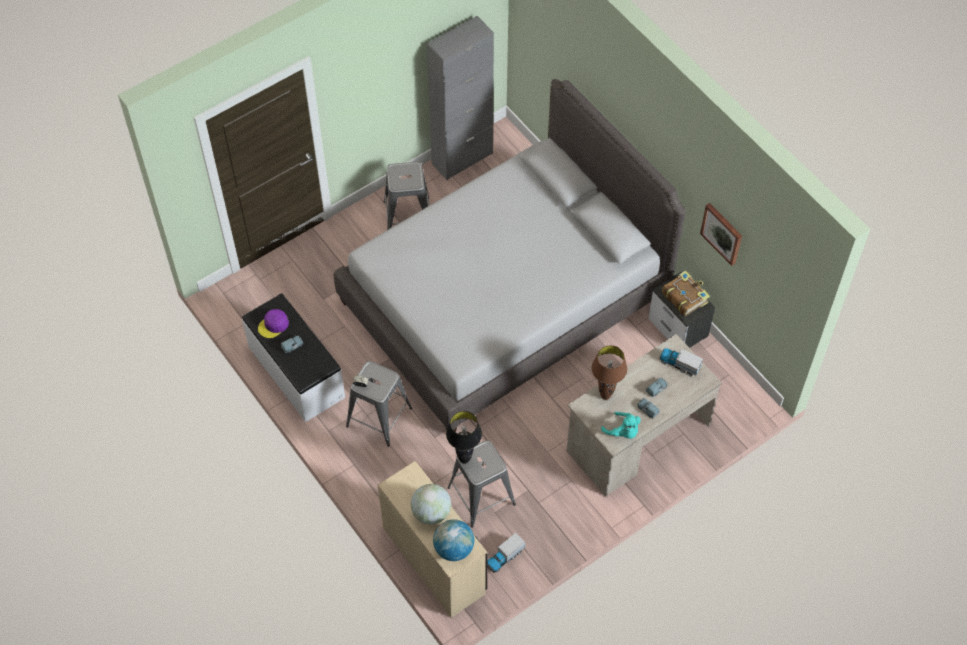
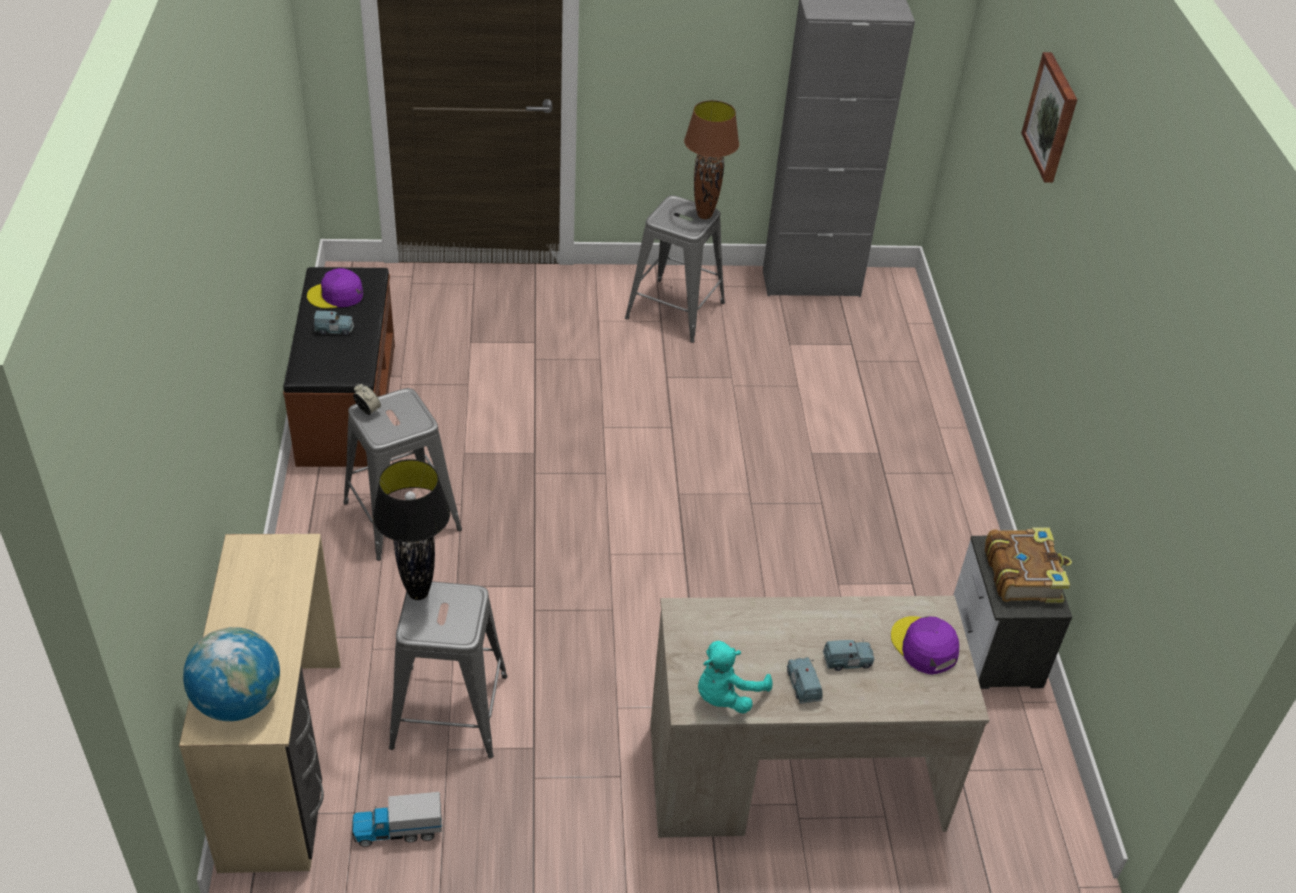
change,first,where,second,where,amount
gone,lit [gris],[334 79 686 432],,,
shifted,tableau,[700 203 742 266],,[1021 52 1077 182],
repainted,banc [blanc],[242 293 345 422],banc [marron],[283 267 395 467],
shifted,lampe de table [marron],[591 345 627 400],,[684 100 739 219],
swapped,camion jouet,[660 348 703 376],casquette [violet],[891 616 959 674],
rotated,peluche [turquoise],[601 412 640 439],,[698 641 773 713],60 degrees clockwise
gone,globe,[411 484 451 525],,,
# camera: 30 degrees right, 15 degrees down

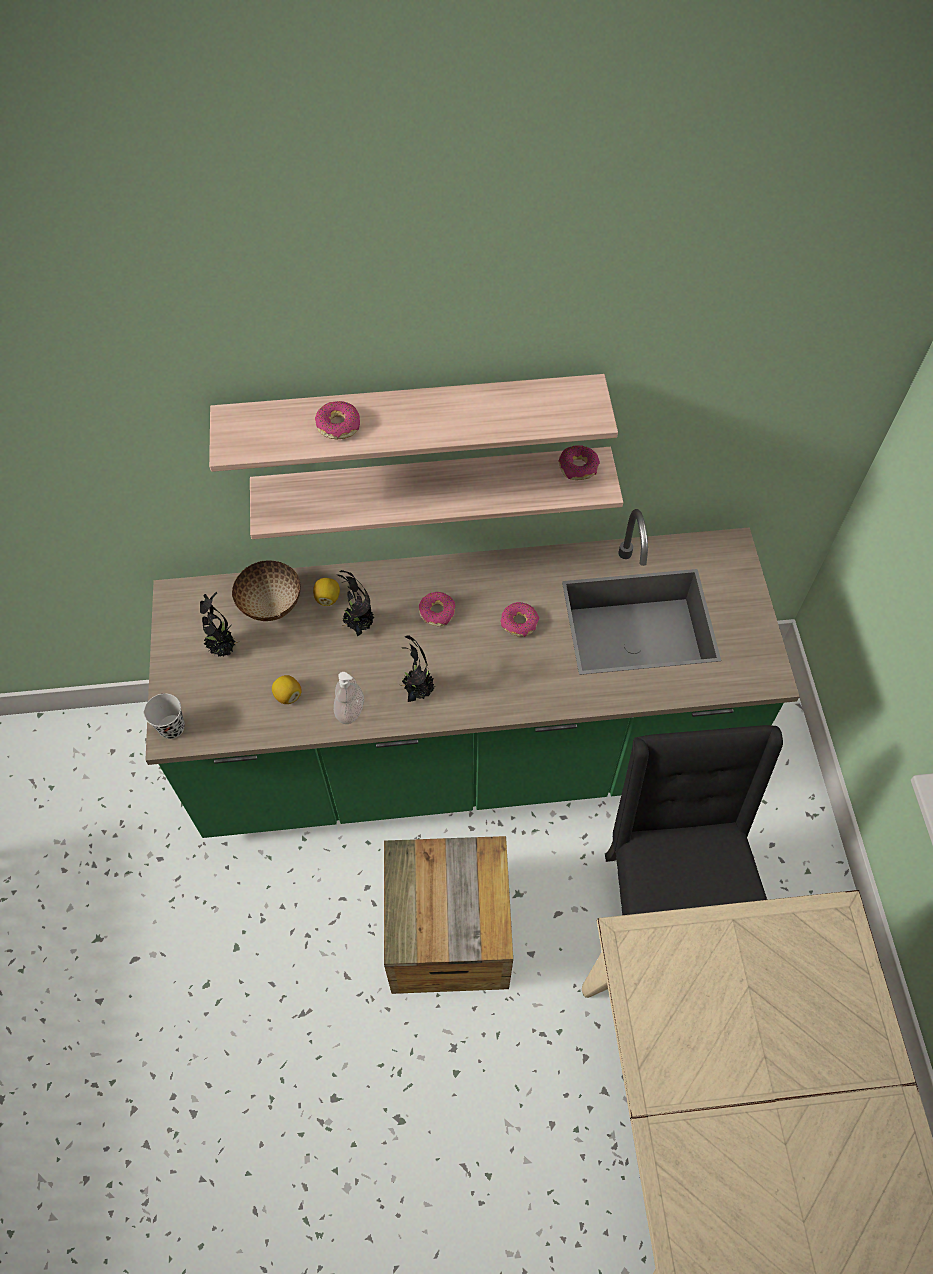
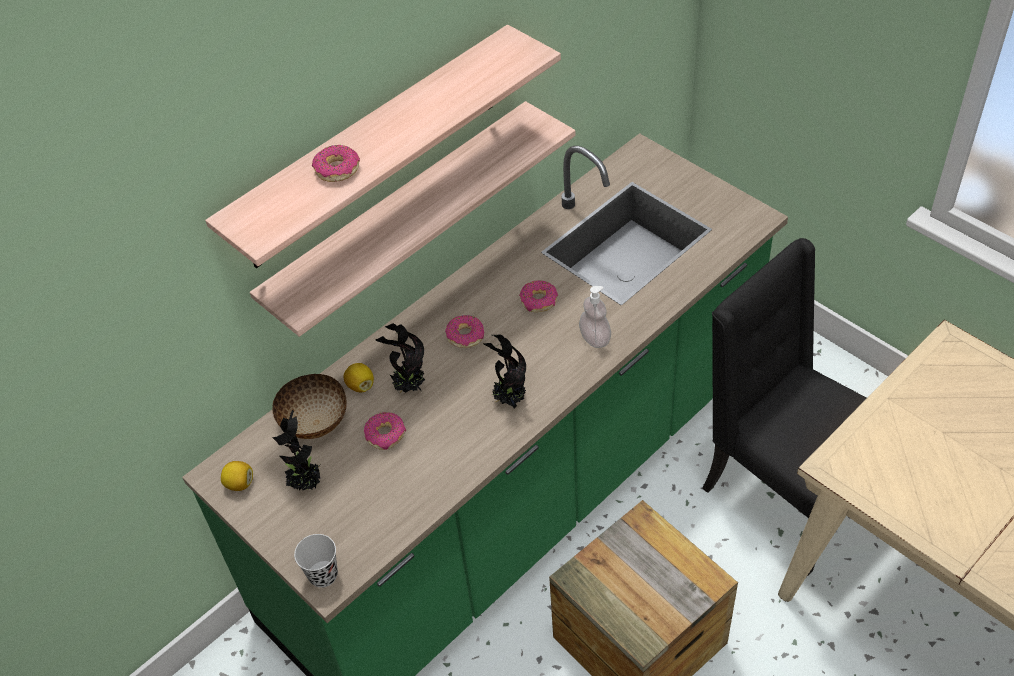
change,first,where,second,where,amount
shifted,beignet,[558 445 600 480],,[364 412 406 450],
shifted,distributeur de savon,[334 672 364 724],,[579 286 611 348],
shifted,citron,[272 675 302 704],,[221 461 253 491],
# camera: 35 degrees left, 10 degrees down

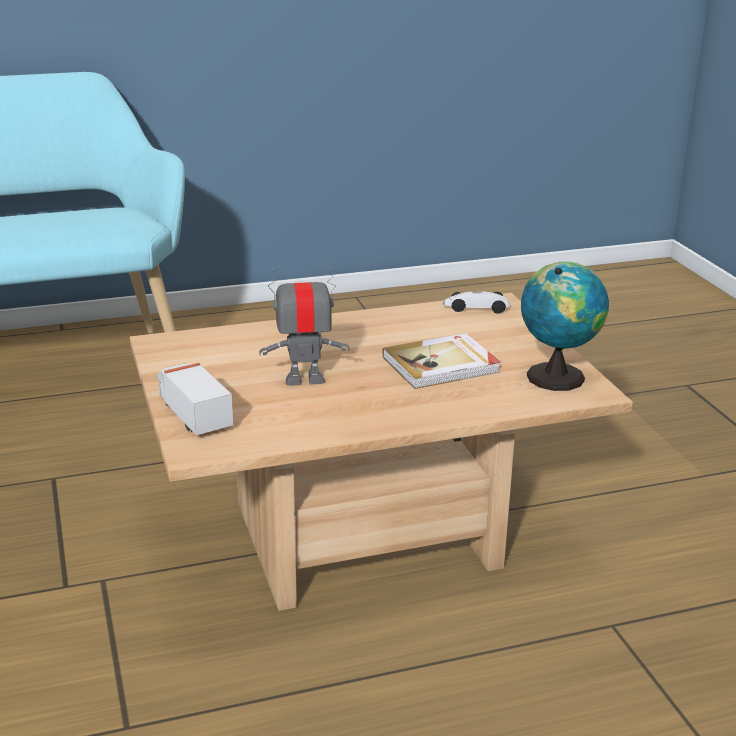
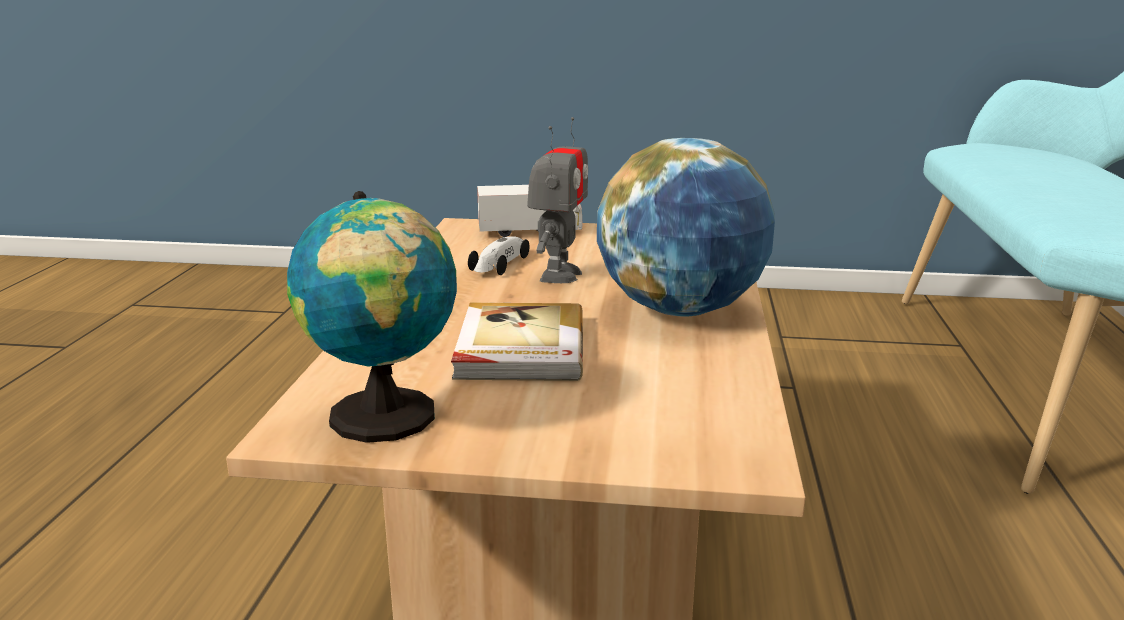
change,first,where,second,where,amount
shifted,petite voiture,[443 291 511 314],,[468 236 530 275],
new,,,globe,[597 138 775 316],
# camera: 115 degrees right, 5 degrees down

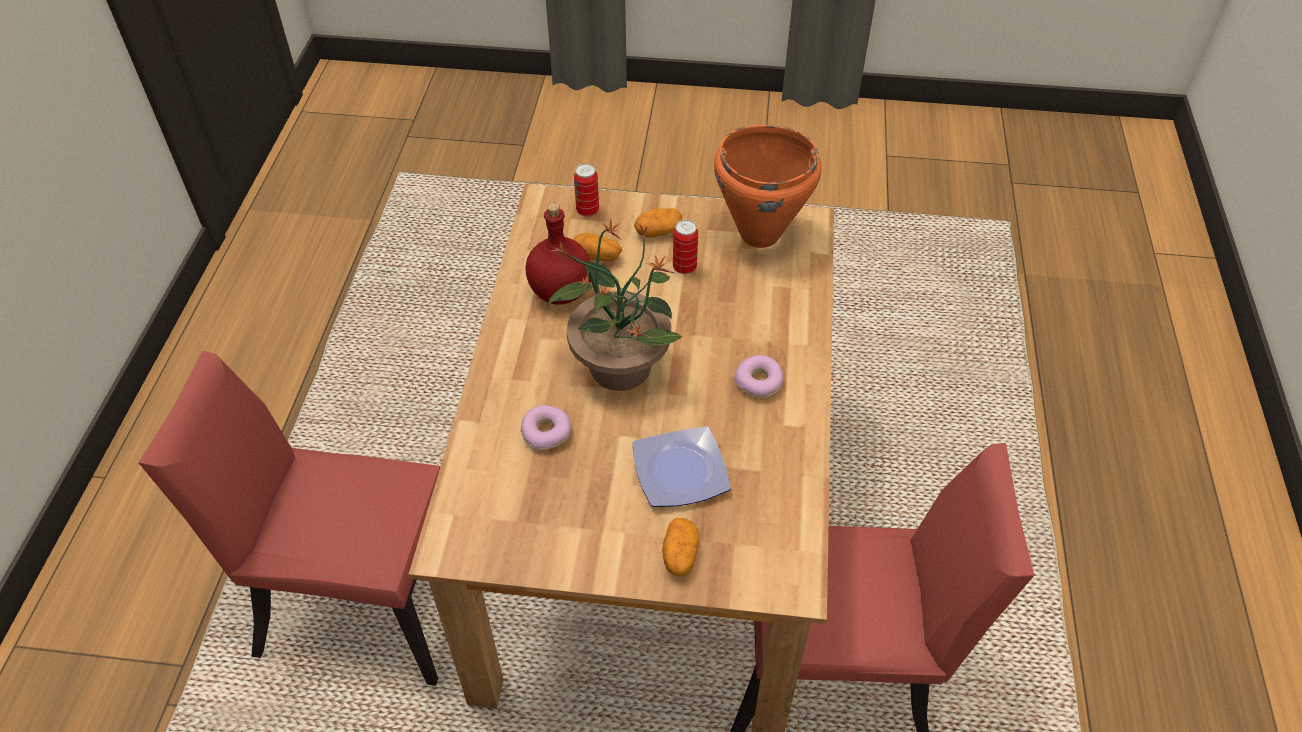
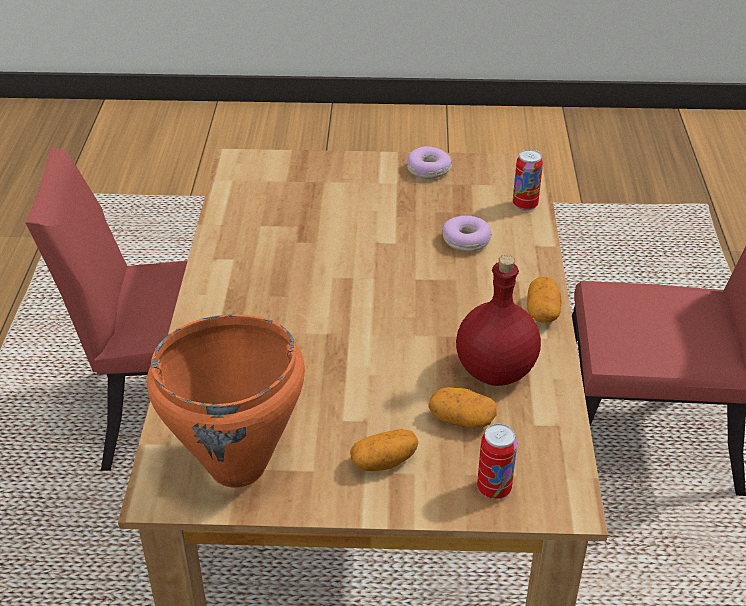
change,first,where,second,where,amount
gone,plante en pot,[548 218 682 391],,,
shifted,boîte métallique,[673 220 698 274],,[513 149 543 211],
shifted,beignet,[734 355 784 398],,[407 146 452 179],
gone,assiette,[632 426 731 507],,,
shifted,pomme de terre,[662 518 699 576],,[527 277 562 323],
# camera: 175 degrees right, 10 degrees down

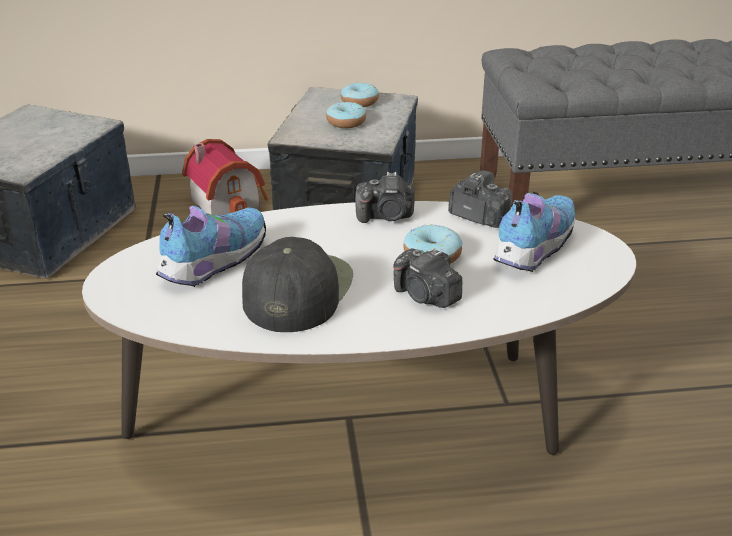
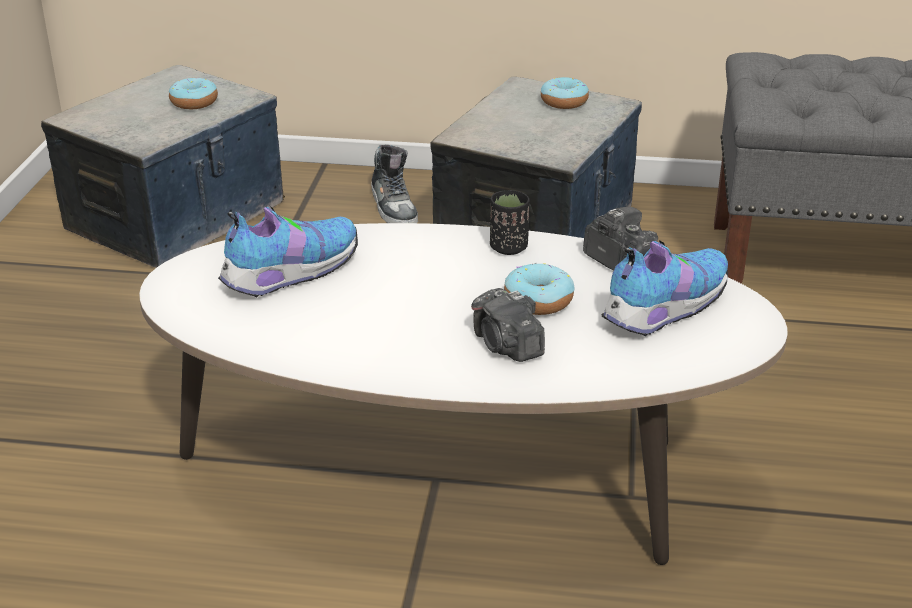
change,first,where,second,where,amount
shifted,beignet,[326 102 366 128],,[169 78 218 109],
swapped,maison miniature,[182 139 268 215],chaussure,[371 145 418 223],
swapped,appareil photo,[355 172 415 223],tasse [noir],[490 190 530 255],
gone,casquette [noir],[242 237 353 332],,,
# camera: 15 degrees right, 0 degrees up

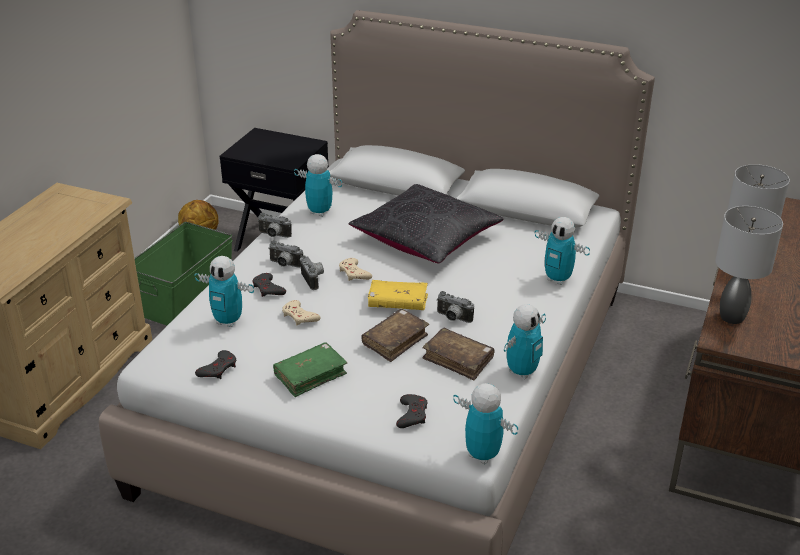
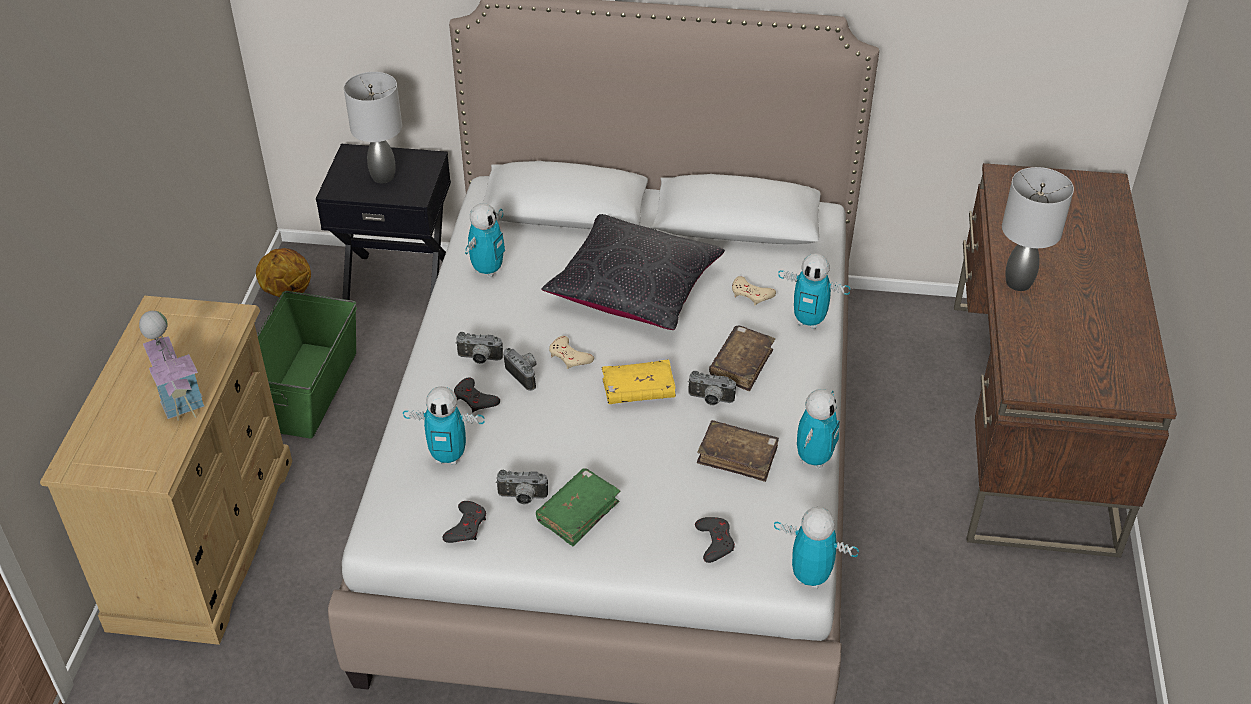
change,first,where,second,where,amount
rotated,robot jouet,[294 154 342 217],,[465 203 505 278],105 degrees clockwise
shifted,lampe de table [gris],[716 206 783 324],,[344 72 402 183],
shifted,appareil photo,[258 213 292 238],,[496 470 548 504],
shifted,manette [beige],[282 300 320 325],,[732 276 776 306],
shifted,livre [marron],[361 309 429 362],,[709 325 775 391],
new,,,maison miniature,[139 311 204 421],
# camera: 15 degrees left, 10 degrees up

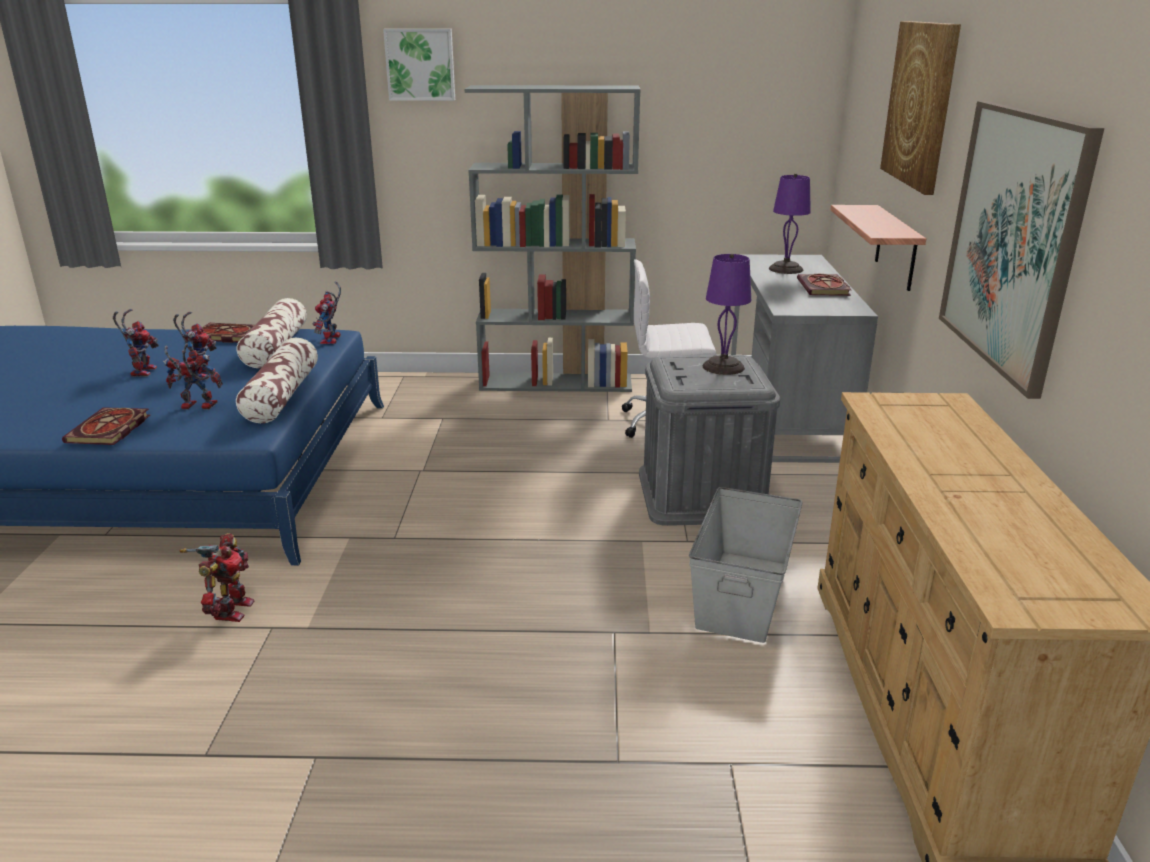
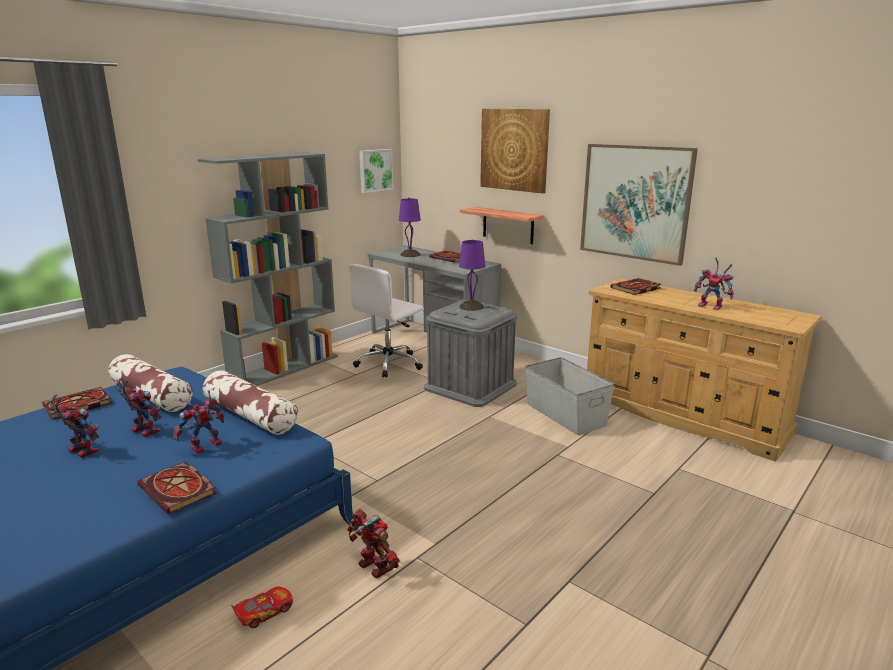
change,first,where,second,where,amount
shifted,tableau,[383 29 455 101],,[359 149 394 193],
shifted,robot jouet,[313 281 341 344],,[694 258 734 310],
new,,,livre,[610 278 661 295],
new,,,petite voiture,[231 586 293 628],
# camera: 50 degrees left, 5 degrees down

